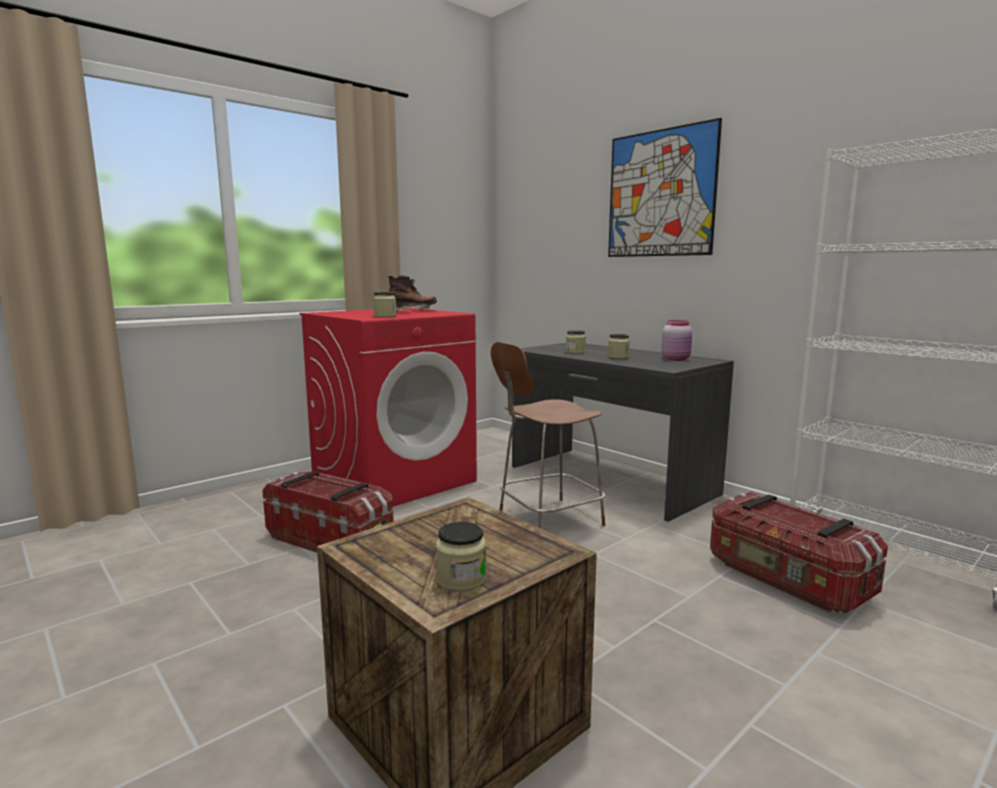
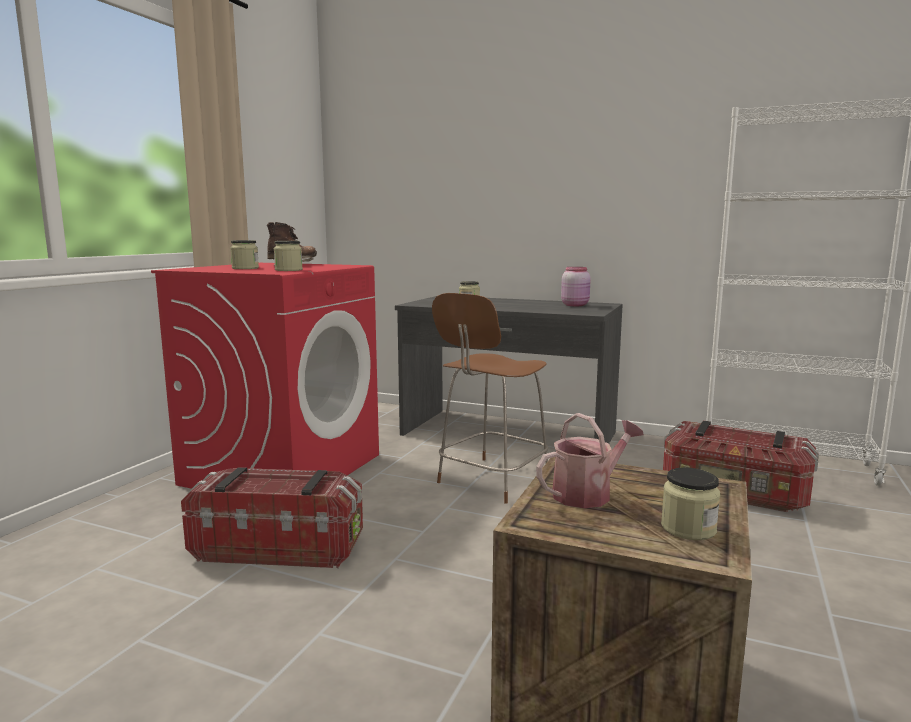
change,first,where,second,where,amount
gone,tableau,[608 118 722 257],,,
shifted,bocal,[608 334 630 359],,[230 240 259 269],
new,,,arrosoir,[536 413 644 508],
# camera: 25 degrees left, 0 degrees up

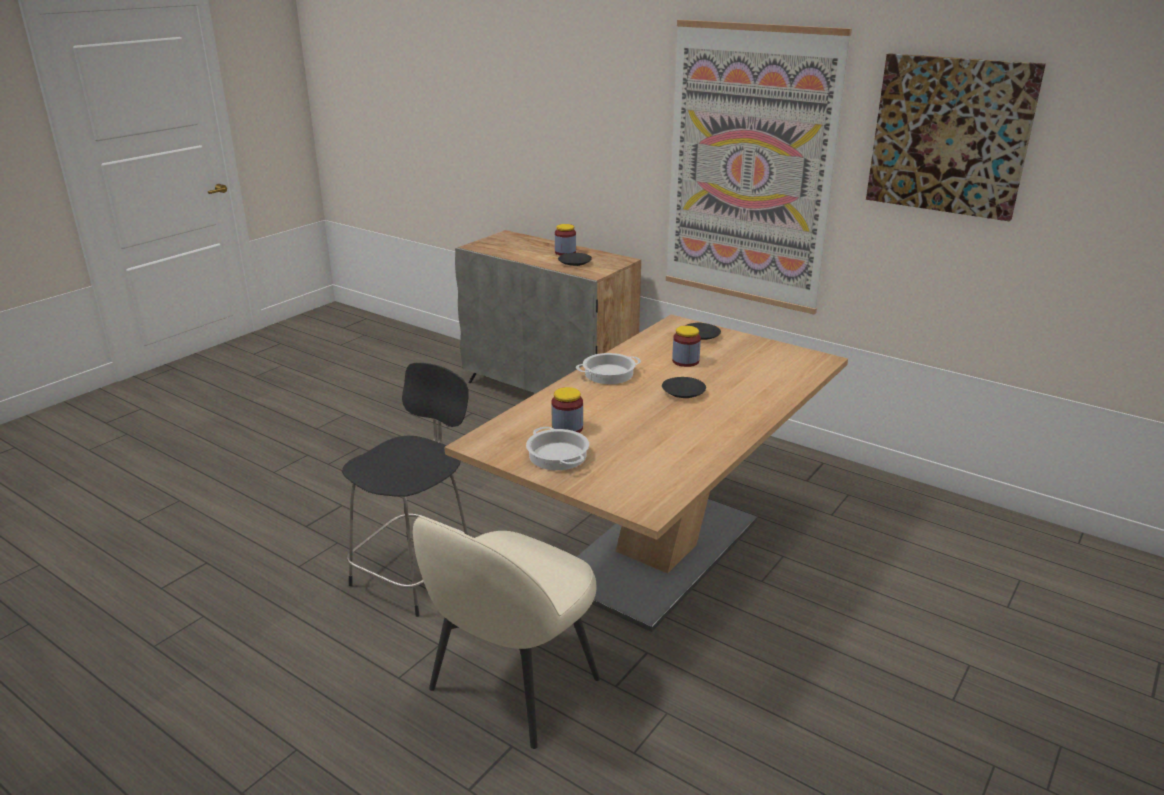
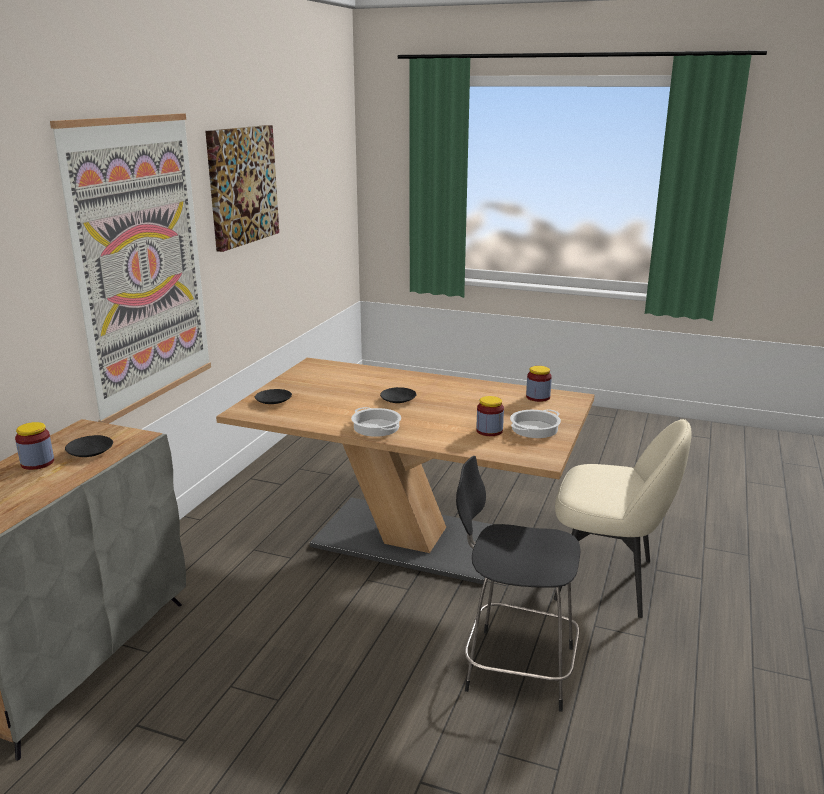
change,first,where,second,where,amount
shifted,bocal,[672 326 701 367],,[526 366 552 402],
# camera: 105 degrees left, 5 degrees down

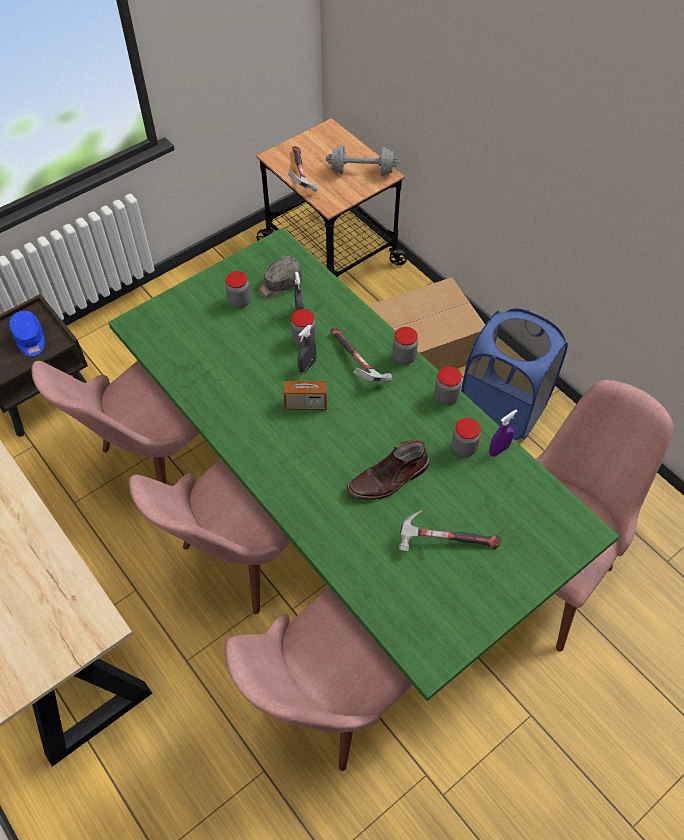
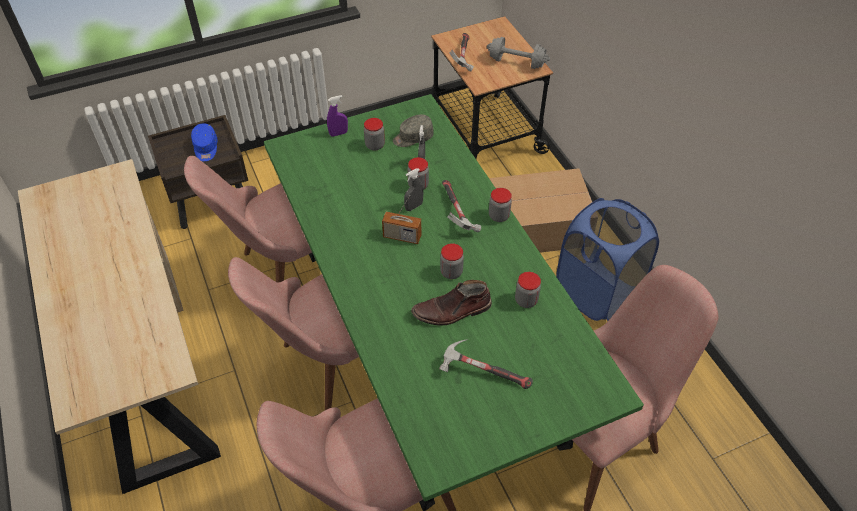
change,first,where,second,where,amount
shifted,bocal,[434 367 462 405],,[440 243 464 279],
shifted,vaporisateur [violet],[489 410 518 457],,[327 95 348 137],
# camera: 15 degrees right, 5 degrees down

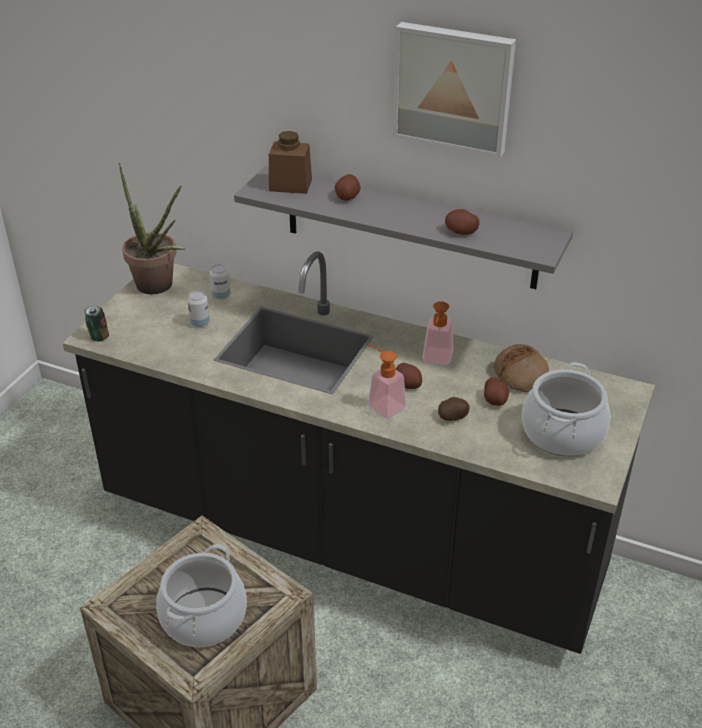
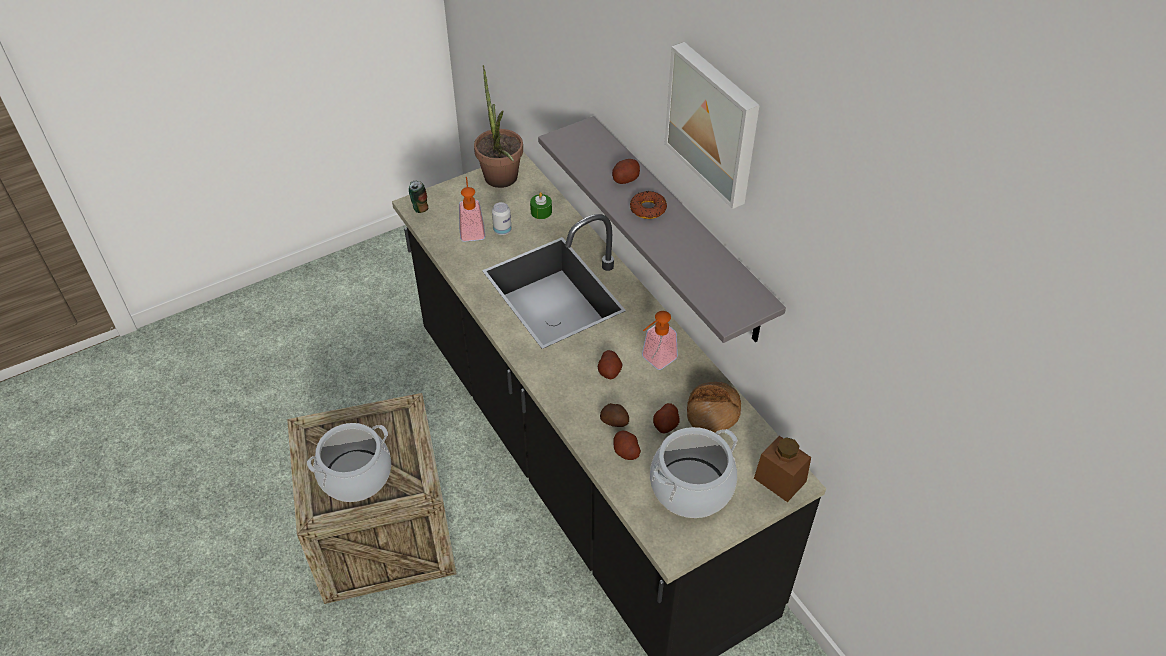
change,first,where,second,where,amount
shifted,bocal [marron],[269 131 312 194],,[754 436 811 502],
shifted,pomme de terre,[445 209 480 235],,[613 431 641 460],
swapped,boîte métallique,[209 264 230 300],bougie [vert],[530 192 552 219],
shifted,distributeur de savon,[368 344 406 419],,[459 177 485 242],
new,,,beignet,[630 191 667 219],
# camera: 35 degrees right, 10 degrees up

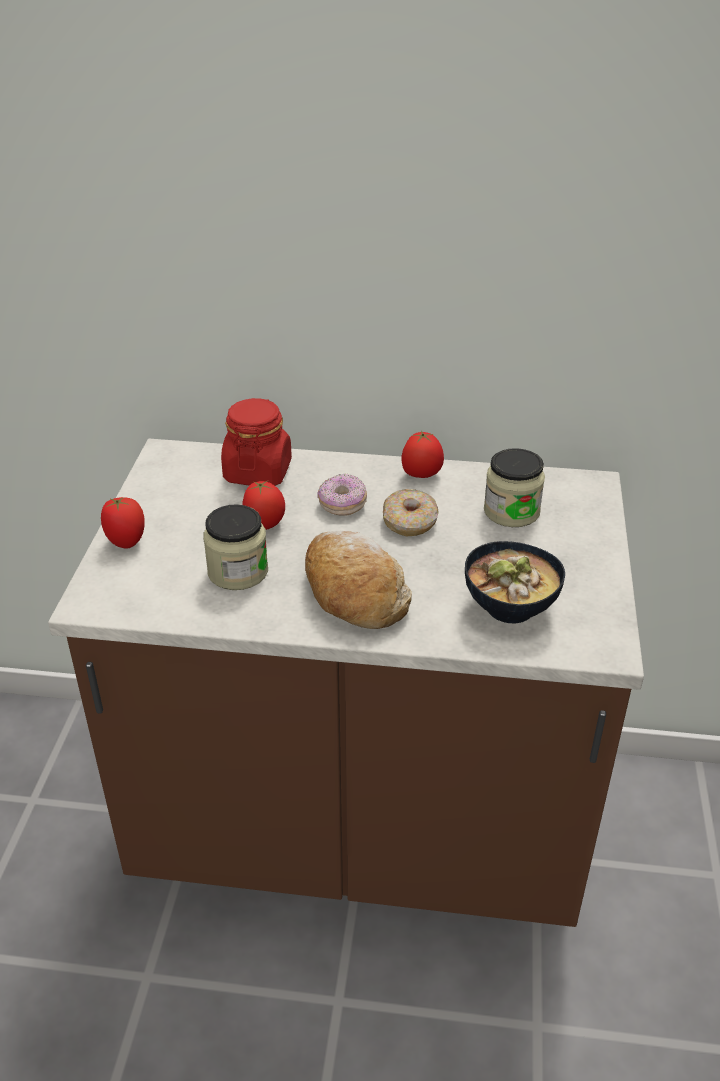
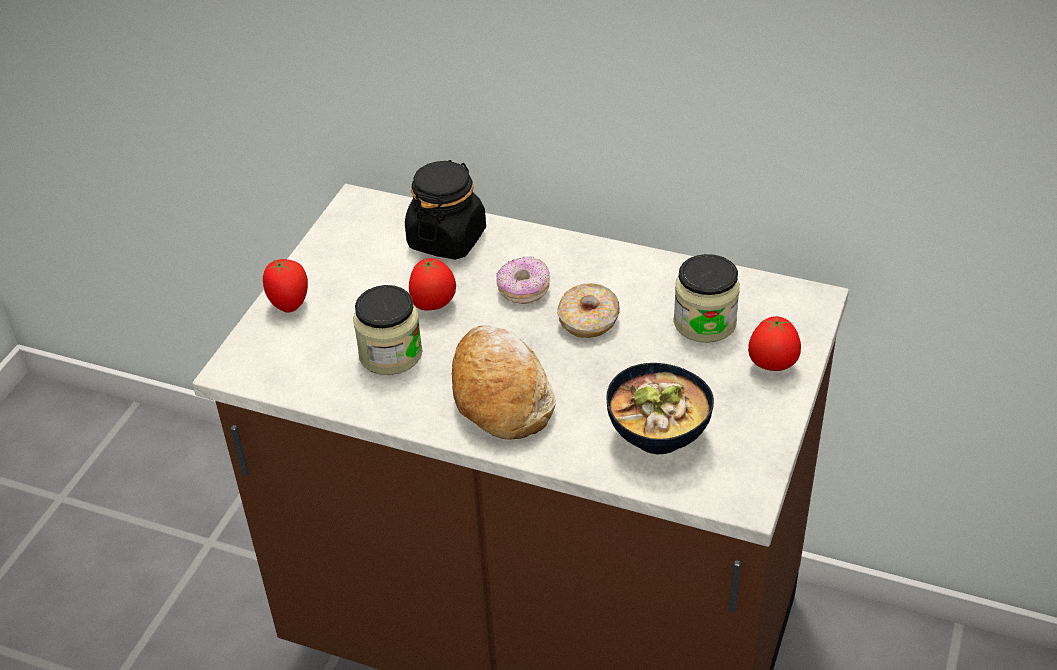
change,first,where,second,where,amount
repainted,bocal [rouge],[221 398 292 486],bocal [noir],[405 160 486 260],
shifted,tomate,[401 431 444 478],,[748 316 801 371],
# camera: 15 degrees right, 5 degrees up

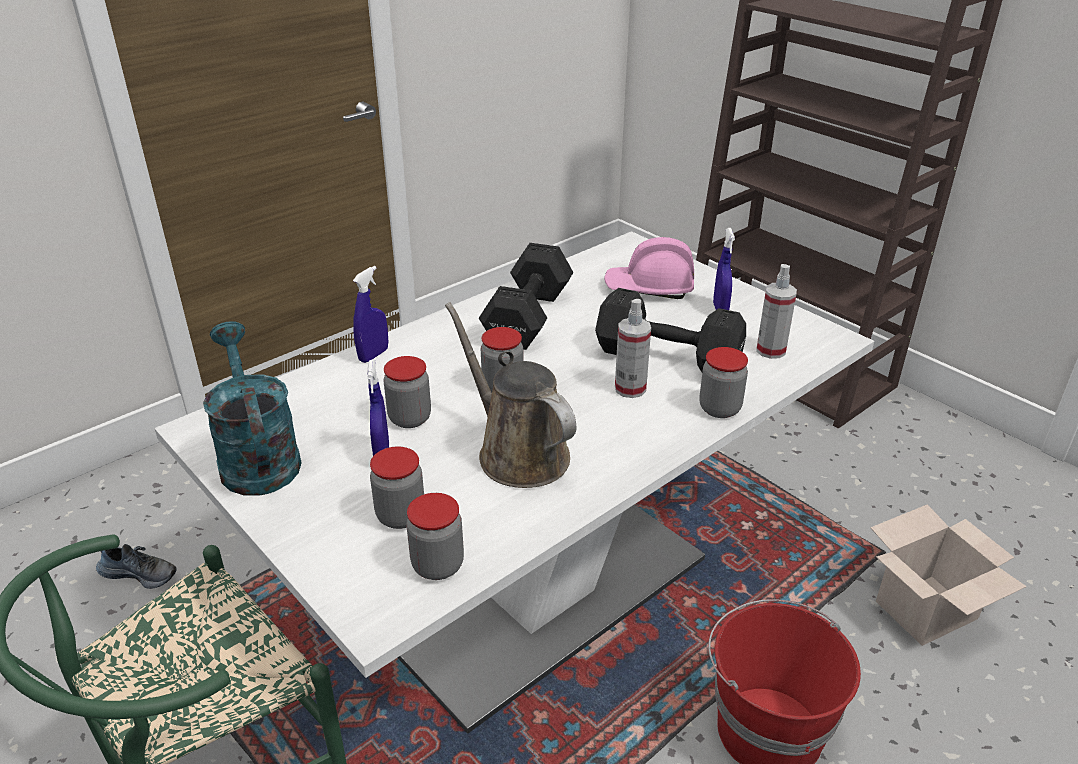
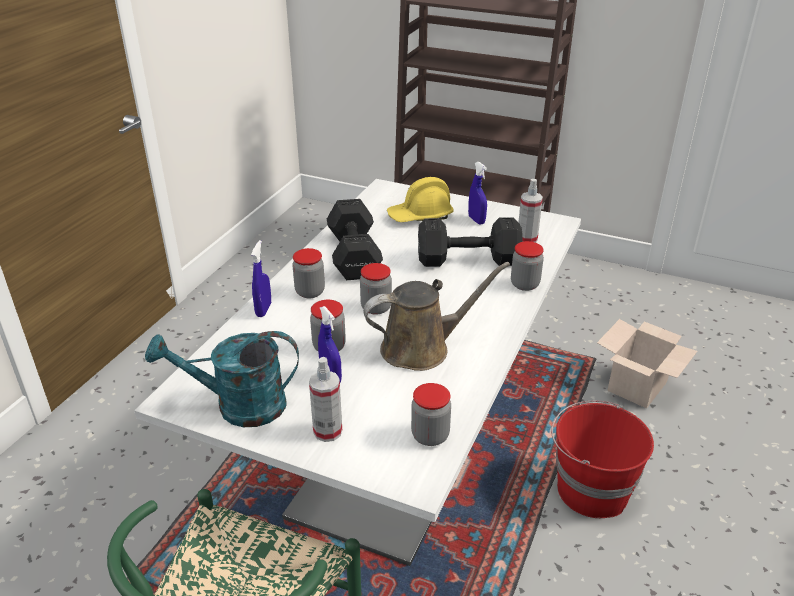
change,first,where,second,where,amount
repainted,casque de chantier [rose],[604 237 694 299],casque de chantier [jaune],[387 177 454 222],
shifted,vaporisateur,[615 299 651 398],,[309 357 342 442],
rotated,arrosoir [marron],[445 302 576 488],,[363 262 510 371],135 degrees clockwise
rotated,arrosoir [turquoise],[203 321 302 495],,[145 331 299 427],45 degrees counterclockwise
shifted,bocal,[370 446 424 529],,[292 248 325 298],
gone,chaussure,[96 544 177 589],,,
# camera: 25 degrees left, 0 degrees up

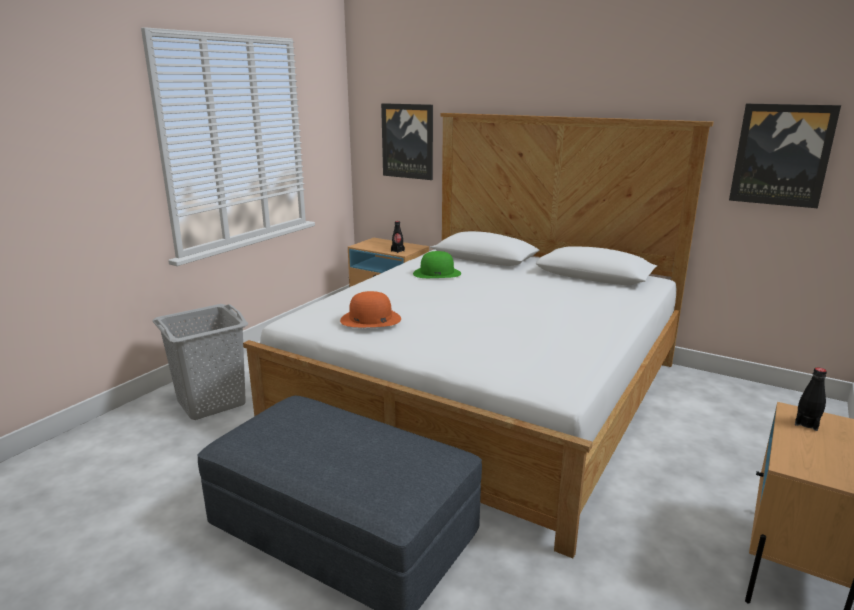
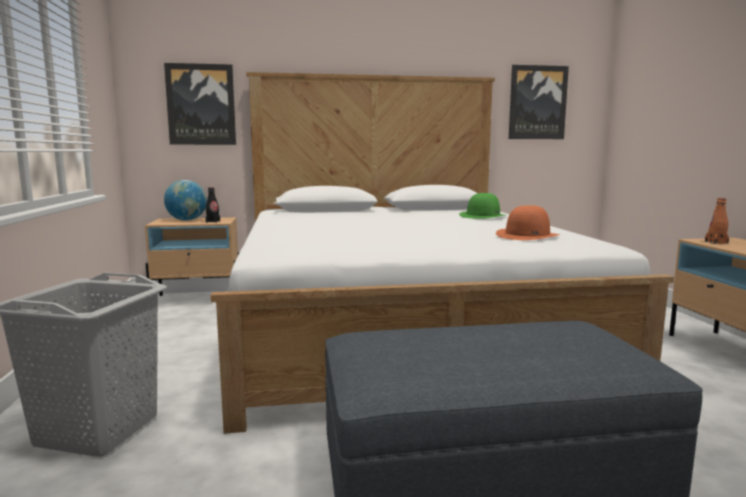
change,first,where,second,where,amount
shifted,chapeau [vert],[413 251 461 278],,[459 193 504 219],
shifted,chapeau [orange],[340 291 401 327],,[496 205 560 240],
repainted,bouteille [noir],[795 367 827 431],bouteille [orange],[705 198 729 244],
new,,,globe,[164 180 207 221],
# camera: 40 degrees left, 10 degrees down

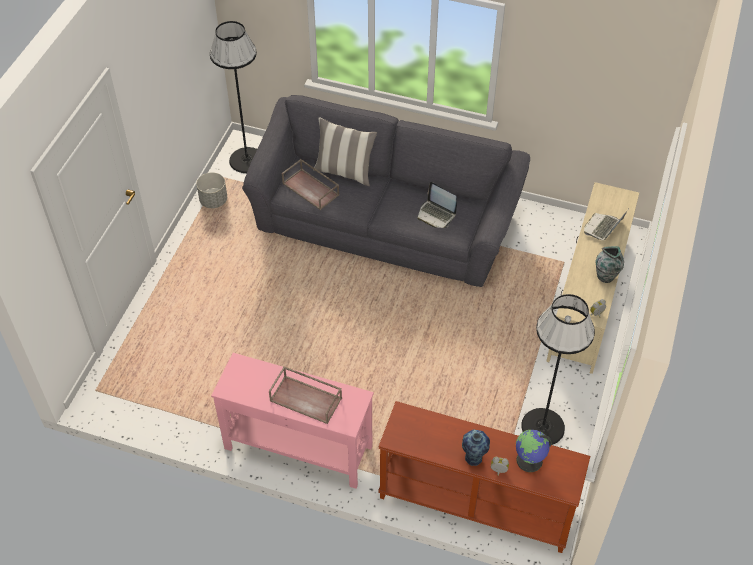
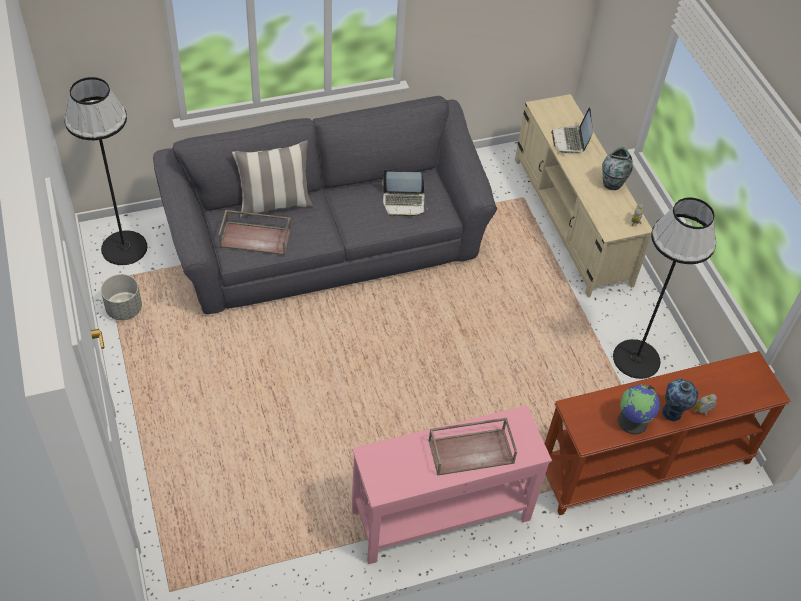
change,first,where,second,where,amount
shifted,globe,[515 430 552 472],,[618 385 660 435],
# camera: 40 degrees left, 0 degrees up

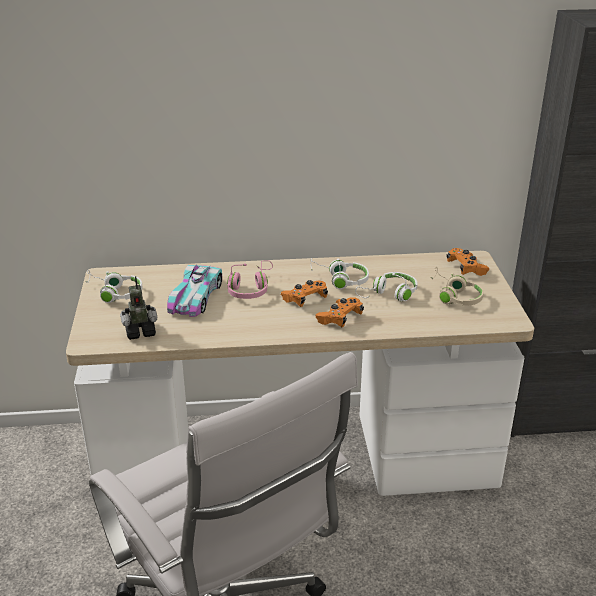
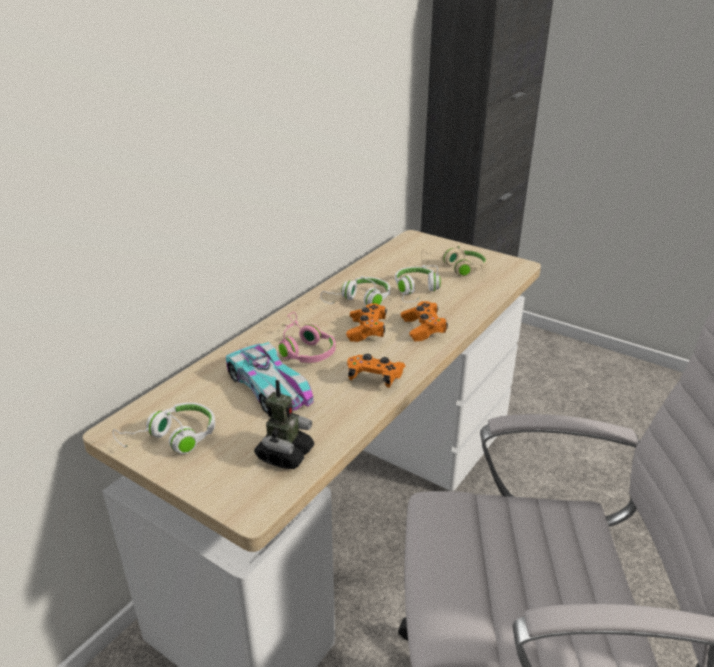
change,first,where,second,where,amount
shifted,manette [orange],[446 248 489 276],,[347 354 406 388],
# camera: 50 degrees left, 0 degrees up

